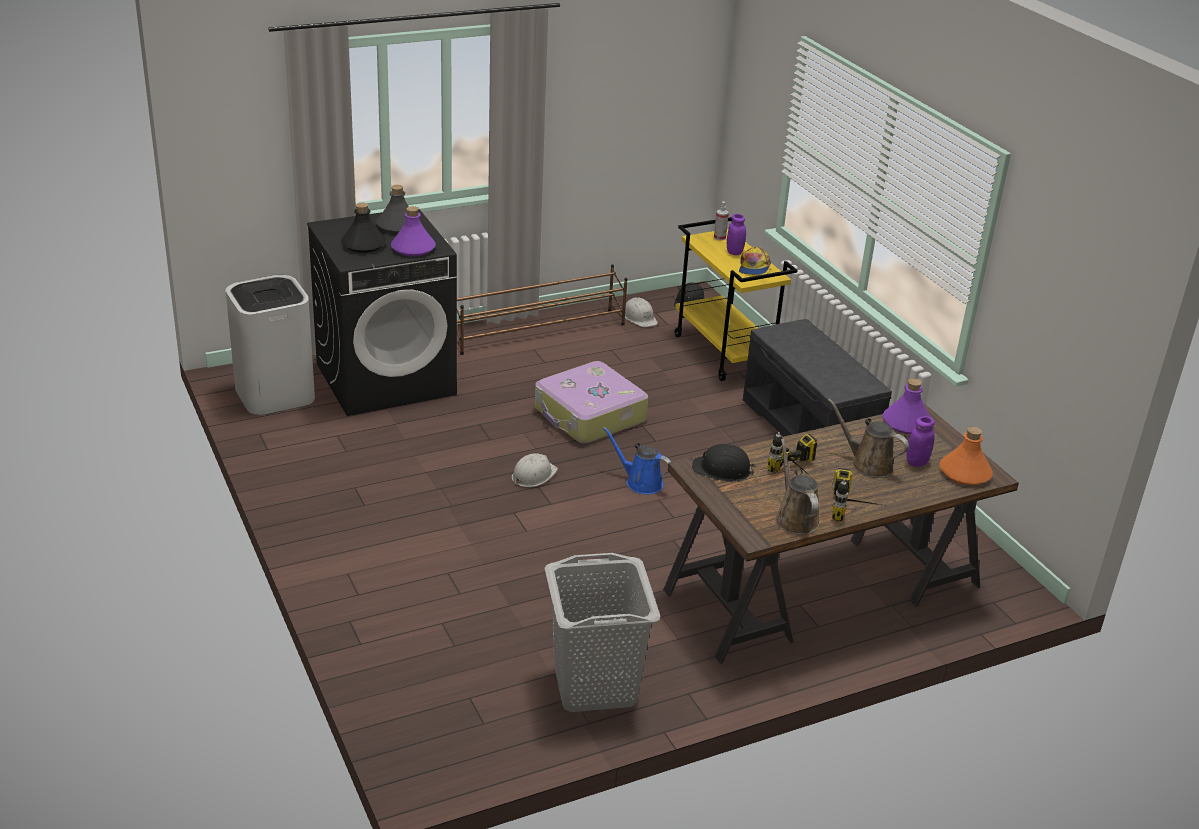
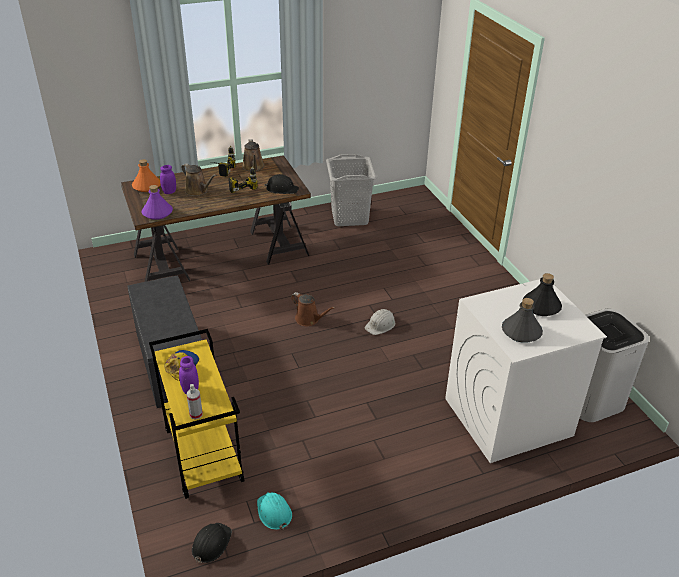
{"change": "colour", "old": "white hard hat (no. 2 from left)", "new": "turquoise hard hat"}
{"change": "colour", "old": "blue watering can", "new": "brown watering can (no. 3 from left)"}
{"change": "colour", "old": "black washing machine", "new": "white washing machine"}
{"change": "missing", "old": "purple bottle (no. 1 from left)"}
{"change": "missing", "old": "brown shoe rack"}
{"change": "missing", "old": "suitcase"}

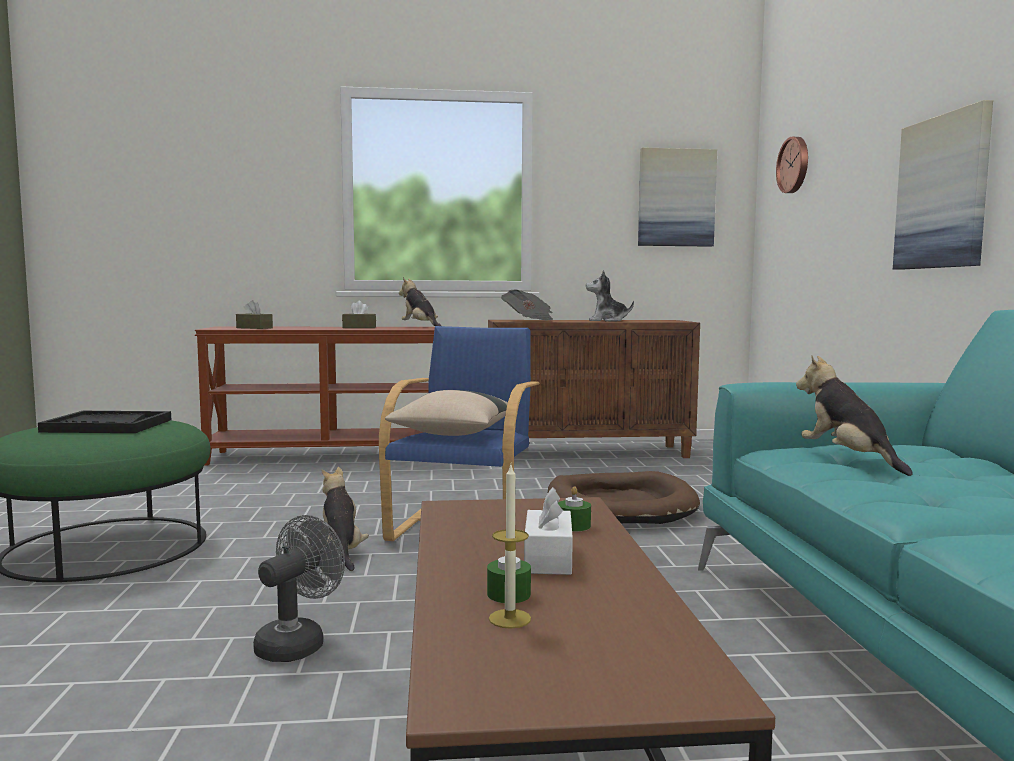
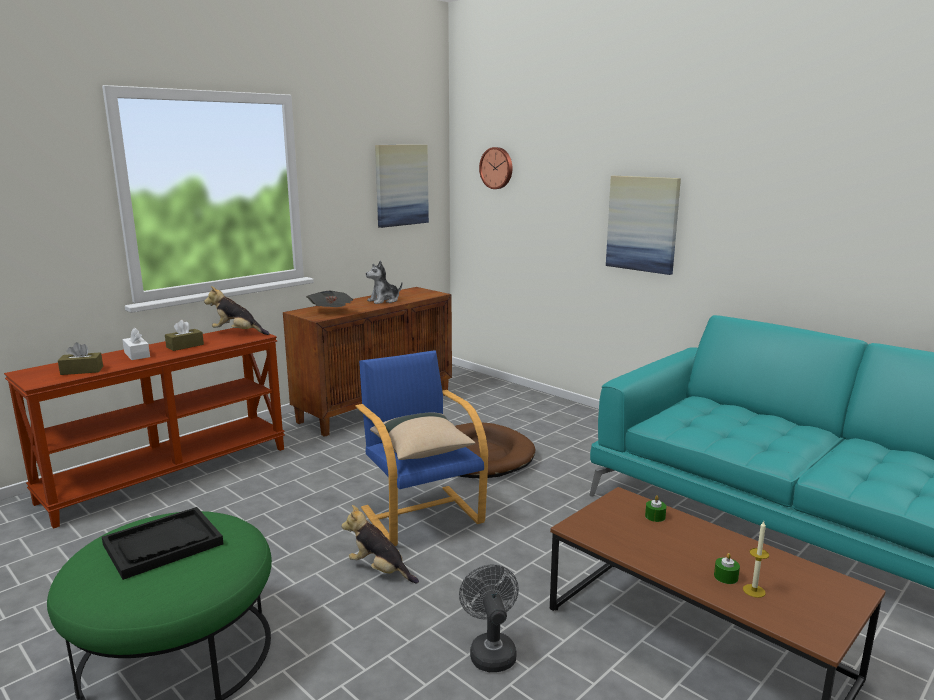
{"change": "relocated", "old": "white tissue box"}
{"change": "missing", "old": "plush toy (no. 4 from left)"}

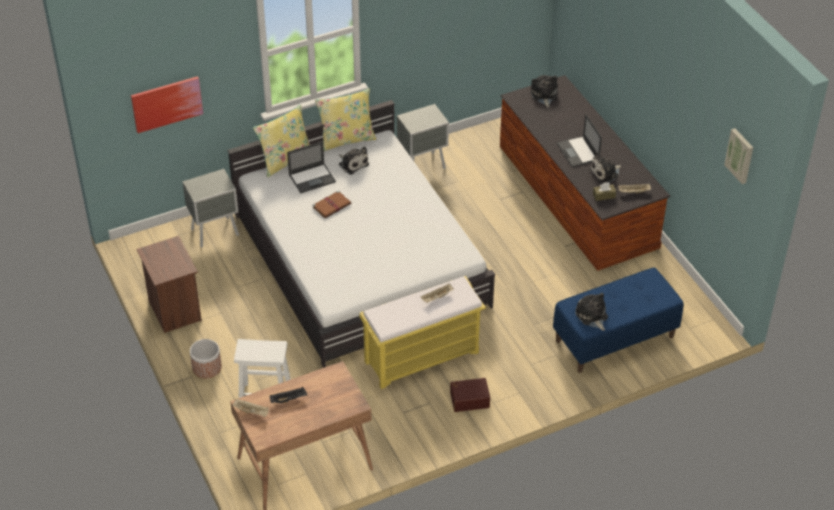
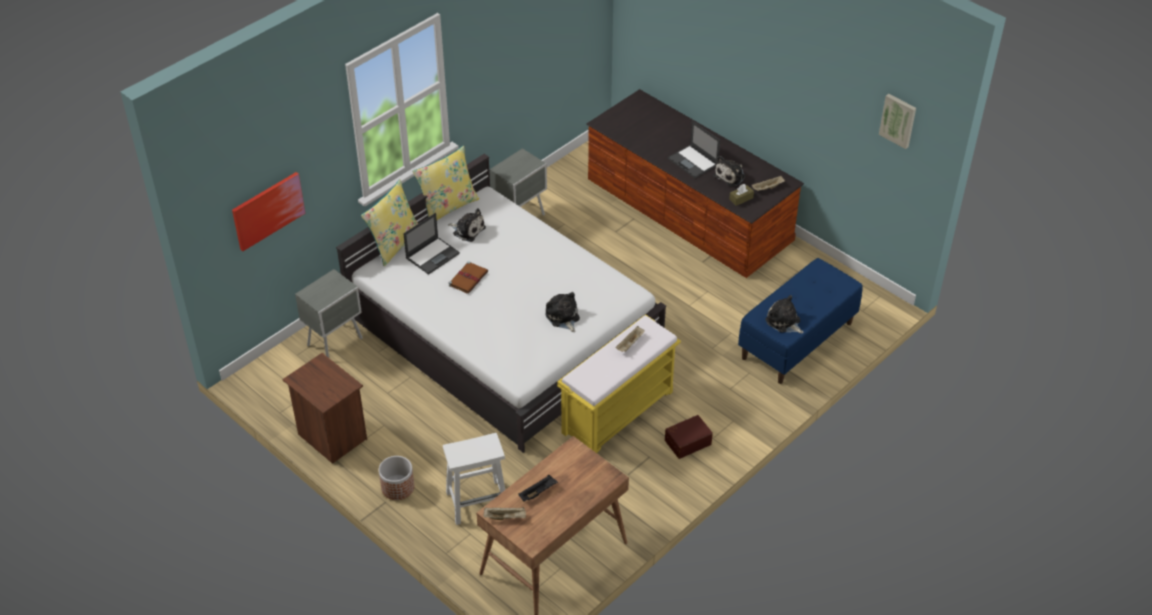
{"change": "relocated", "old": "plush toy (no. 2 from left)"}

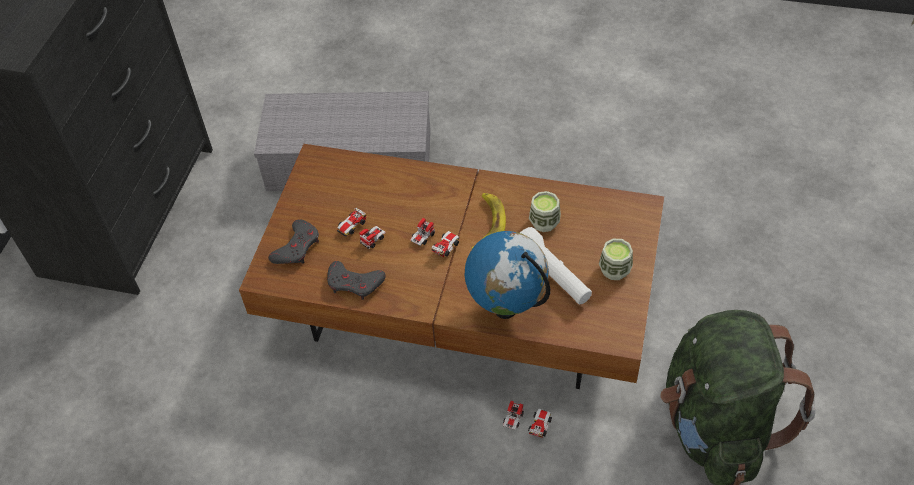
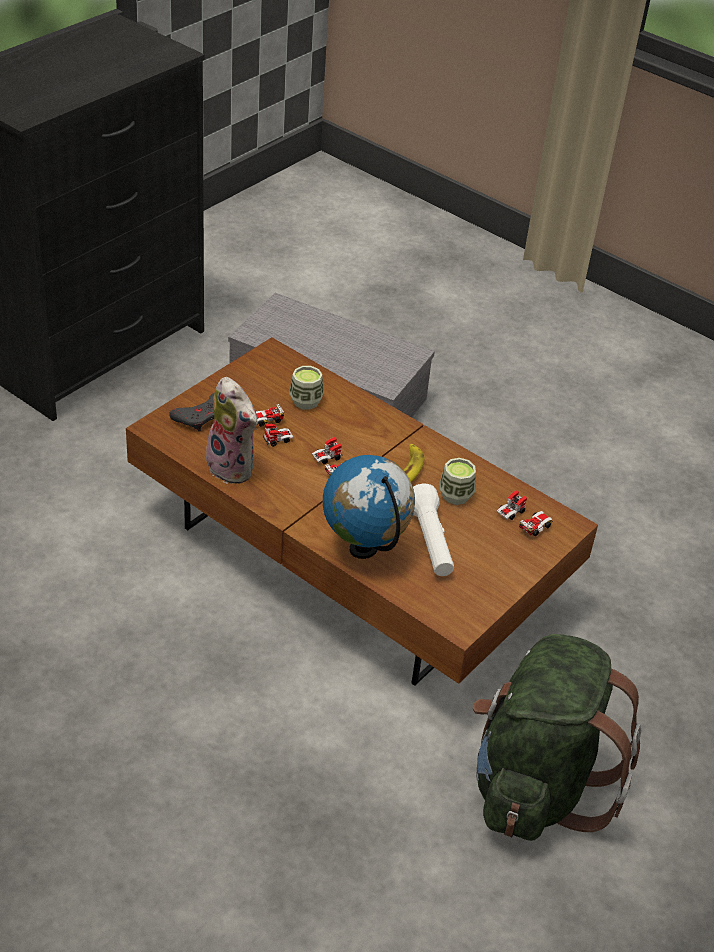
{"change": "exchanged", "old": "grey game controller (no. 2 from left)", "new": "plush toy"}
{"change": "relocated", "old": "cup (no. 2 from left in the first image)", "new": "cup (no. 1 from left)"}
{"change": "relocated", "old": "toy car (no. 3 from left)"}

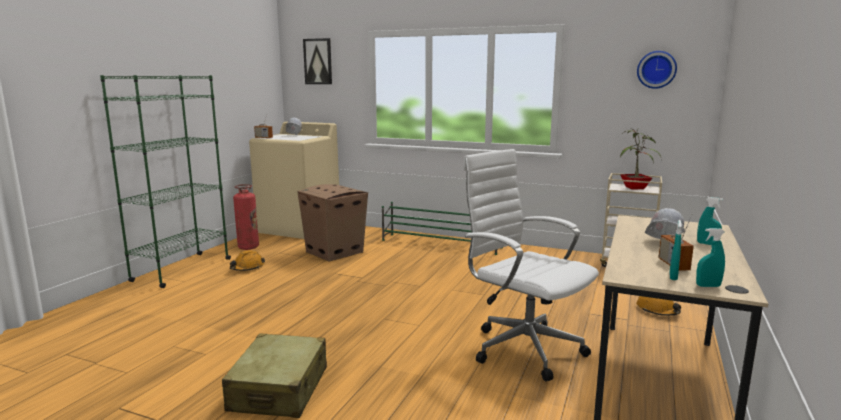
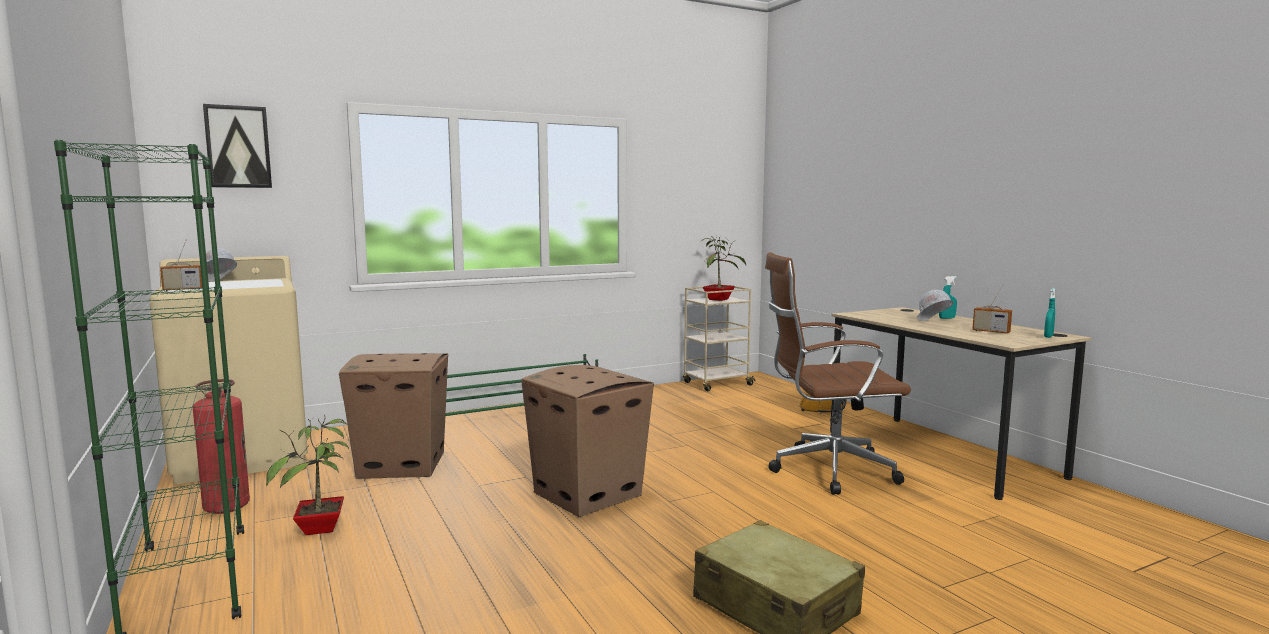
{"change": "exchanged", "old": "orange hard hat (no. 1 from left)", "new": "potted plant (no. 1 from left)"}
{"change": "appeared", "new": "cardboard box (no. 2 from left)"}
{"change": "colour", "old": "white office chair", "new": "brown office chair"}
{"change": "missing", "old": "wall clock"}
{"change": "missing", "old": "turquoise spray bottle (no. 1 from left)"}

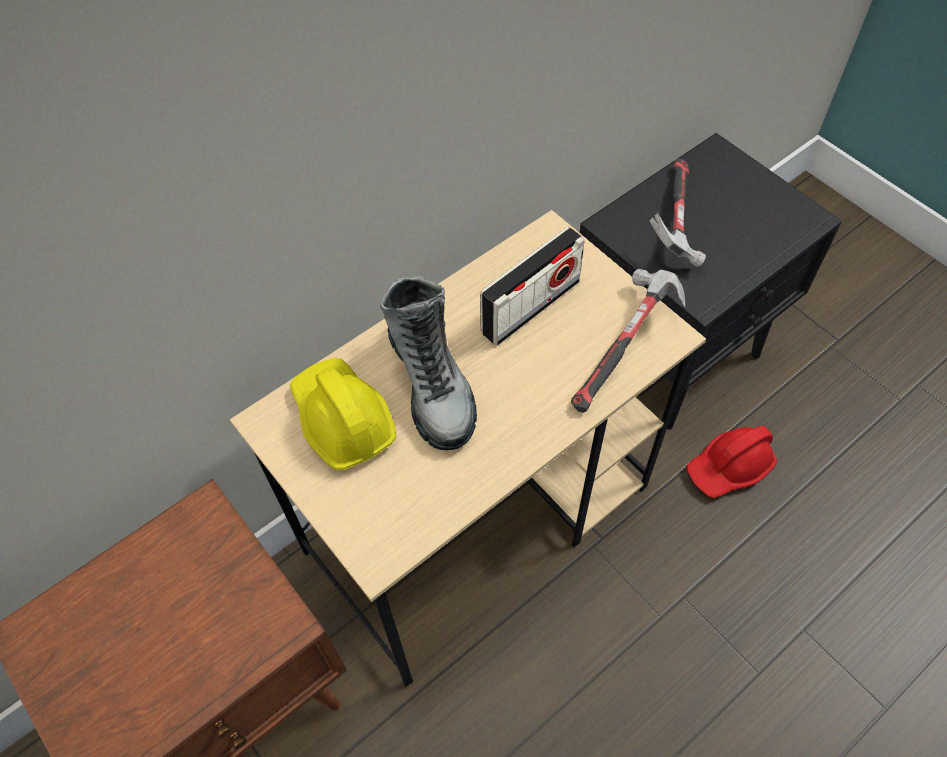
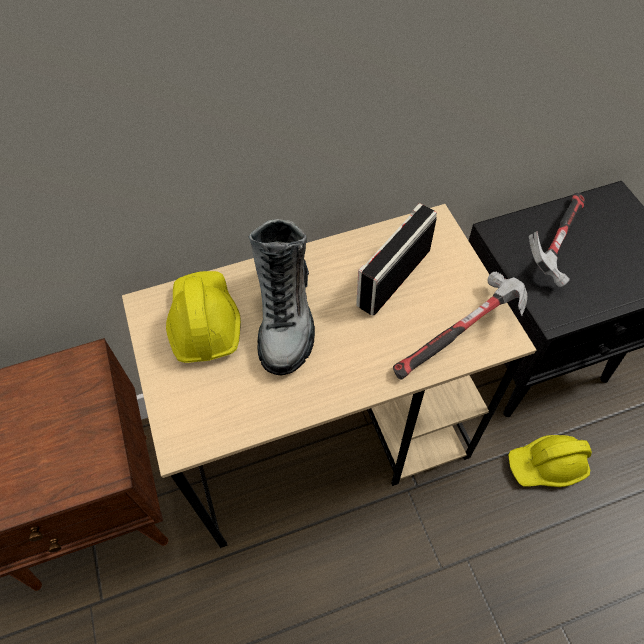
{"change": "spun", "old": "radio", "degrees": 150}
{"change": "colour", "old": "red hard hat", "new": "yellow hard hat (no. 2 from left)"}

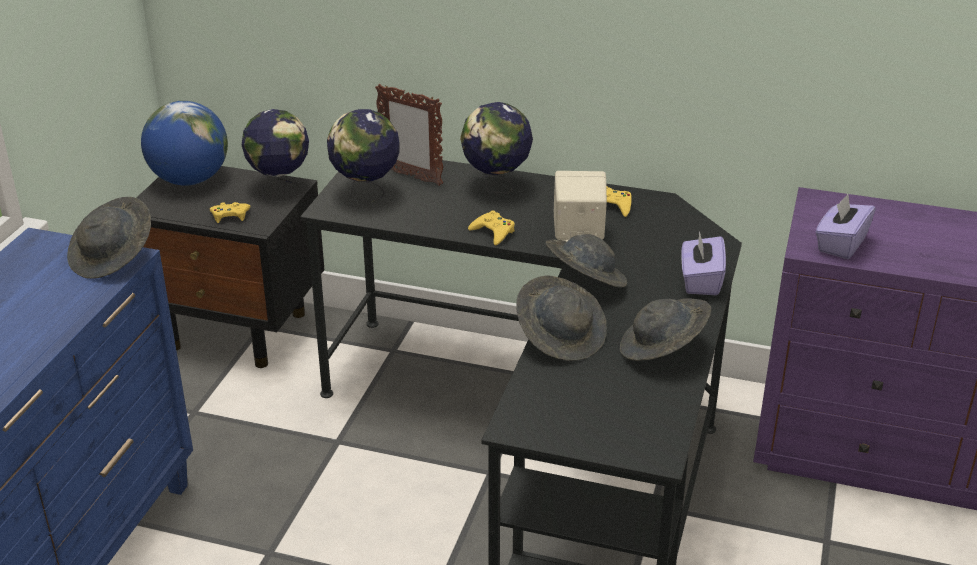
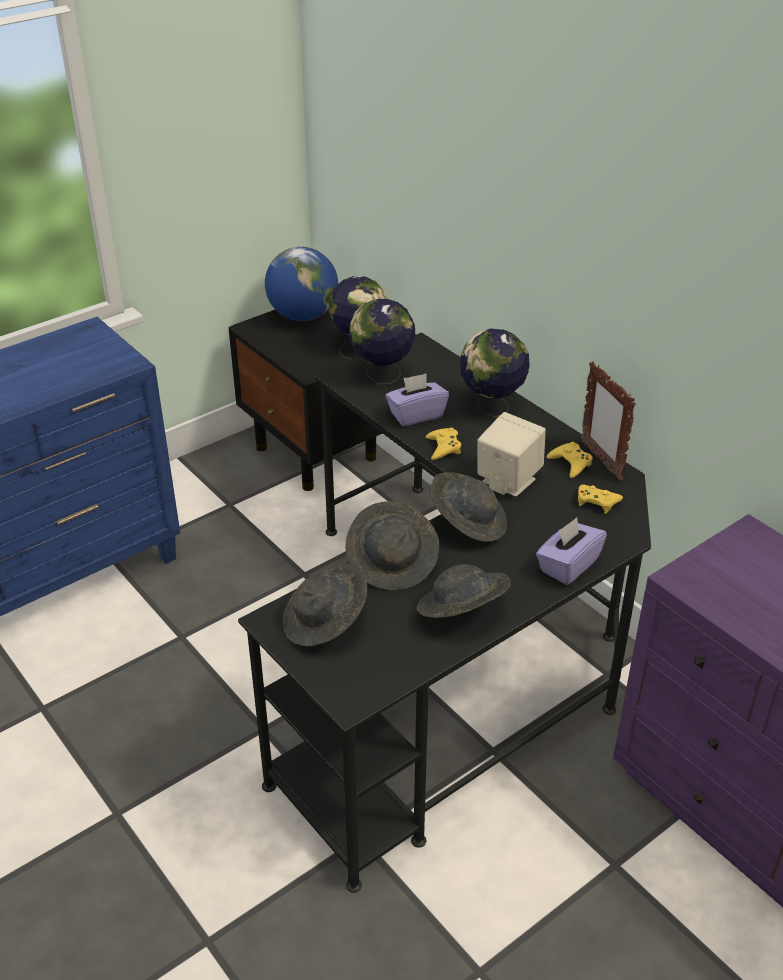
{"change": "relocated", "old": "grey hat (no. 1 from left)"}
{"change": "relocated", "old": "purple tissue box (no. 2 from left in the first image)", "new": "purple tissue box (no. 1 from left)"}
{"change": "relocated", "old": "yellow game controller (no. 1 from left in the first image)", "new": "yellow game controller (no. 3 from left)"}
{"change": "relocated", "old": "picture frame"}

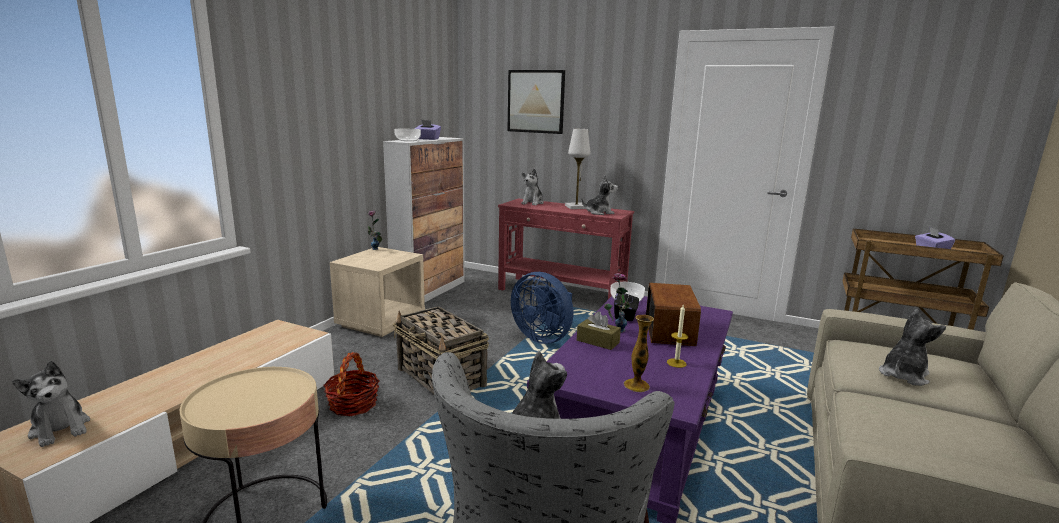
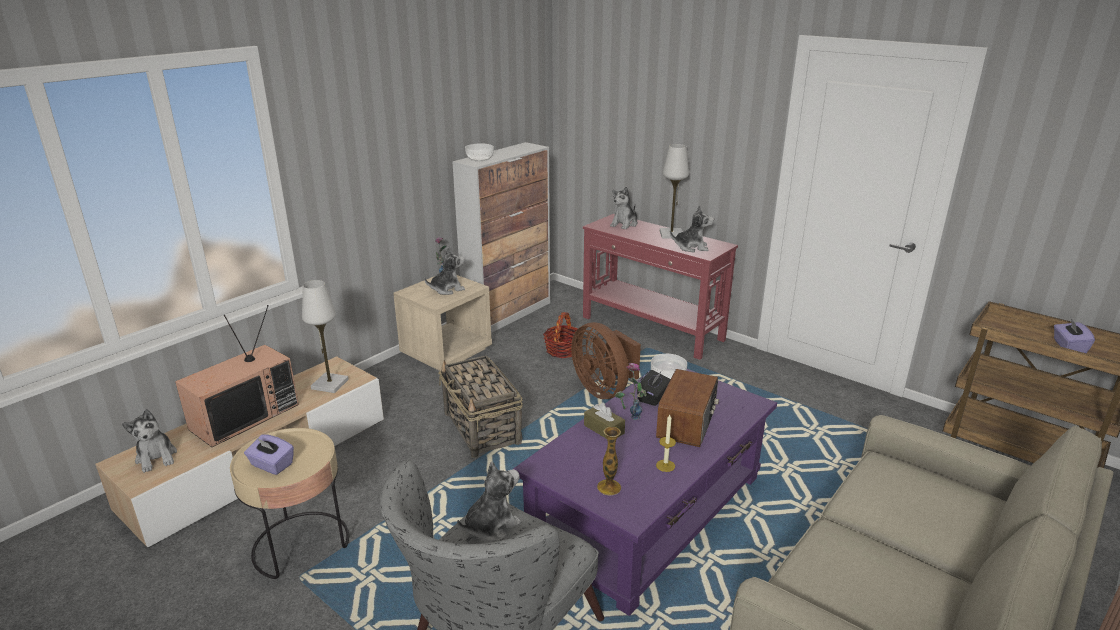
{"change": "appeared", "new": "television"}
{"change": "relocated", "old": "purple tissue box (no. 1 from left)"}
{"change": "appeared", "new": "white table lamp (no. 1 from left)"}
{"change": "relocated", "old": "plush toy (no. 5 from left in the first image)", "new": "plush toy (no. 2 from left)"}
{"change": "relocated", "old": "basket (no. 1 from left in the first image)", "new": "basket (no. 2 from left)"}
{"change": "colour", "old": "blue fan", "new": "brown fan"}
{"change": "missing", "old": "picture"}

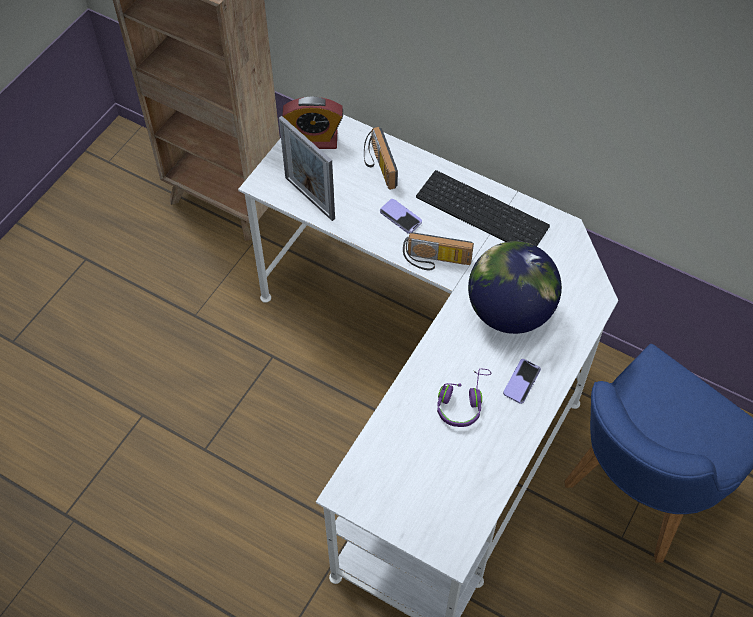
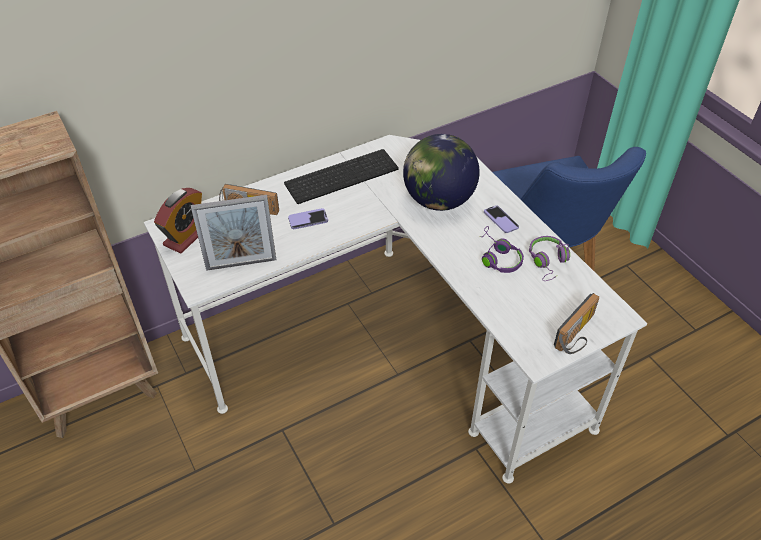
{"change": "appeared", "new": "purple headphones (no. 2 from left)"}
{"change": "relocated", "old": "radio (no. 2 from left)"}

